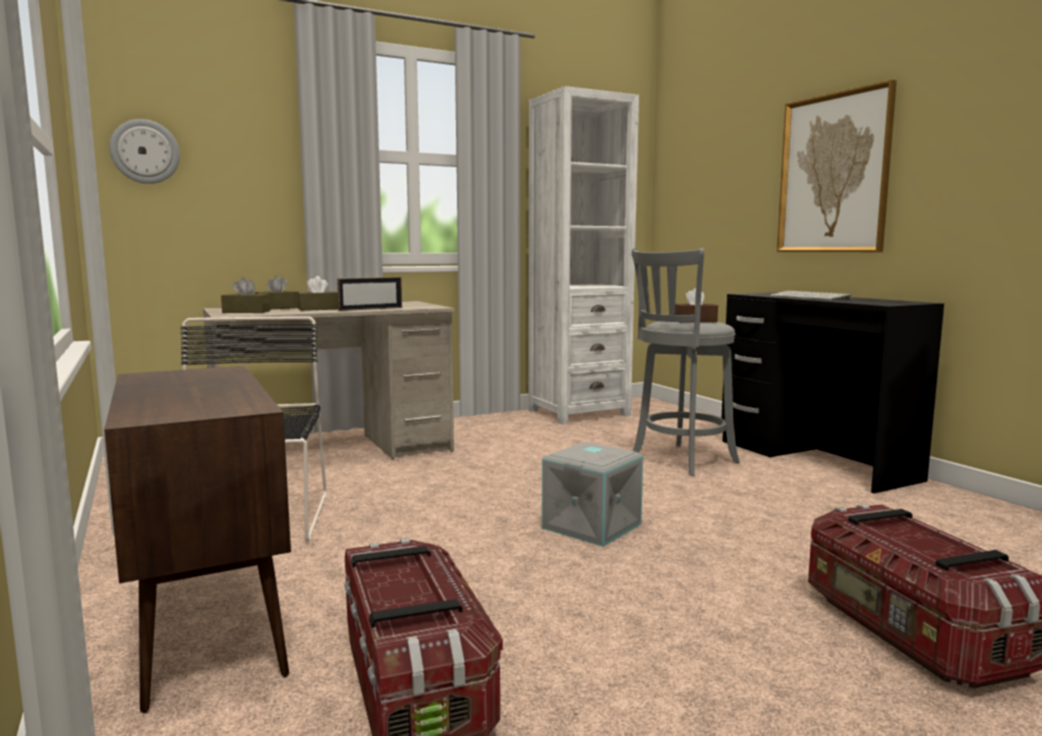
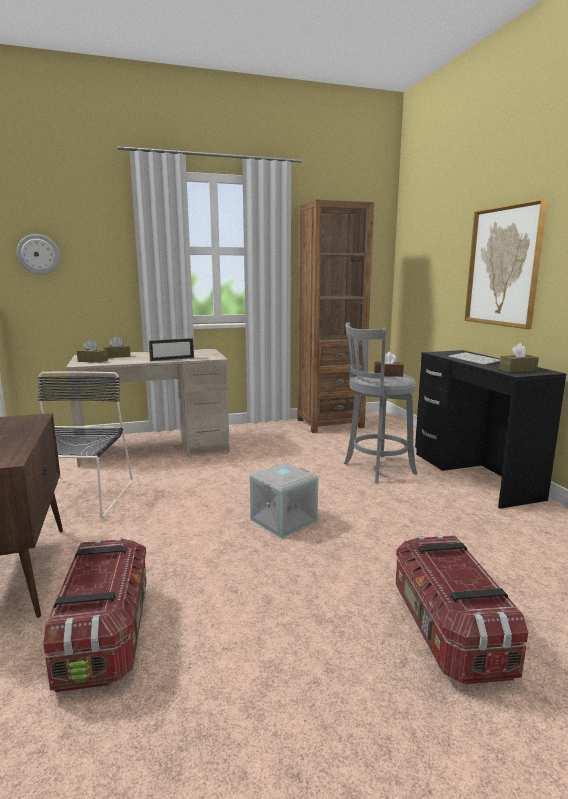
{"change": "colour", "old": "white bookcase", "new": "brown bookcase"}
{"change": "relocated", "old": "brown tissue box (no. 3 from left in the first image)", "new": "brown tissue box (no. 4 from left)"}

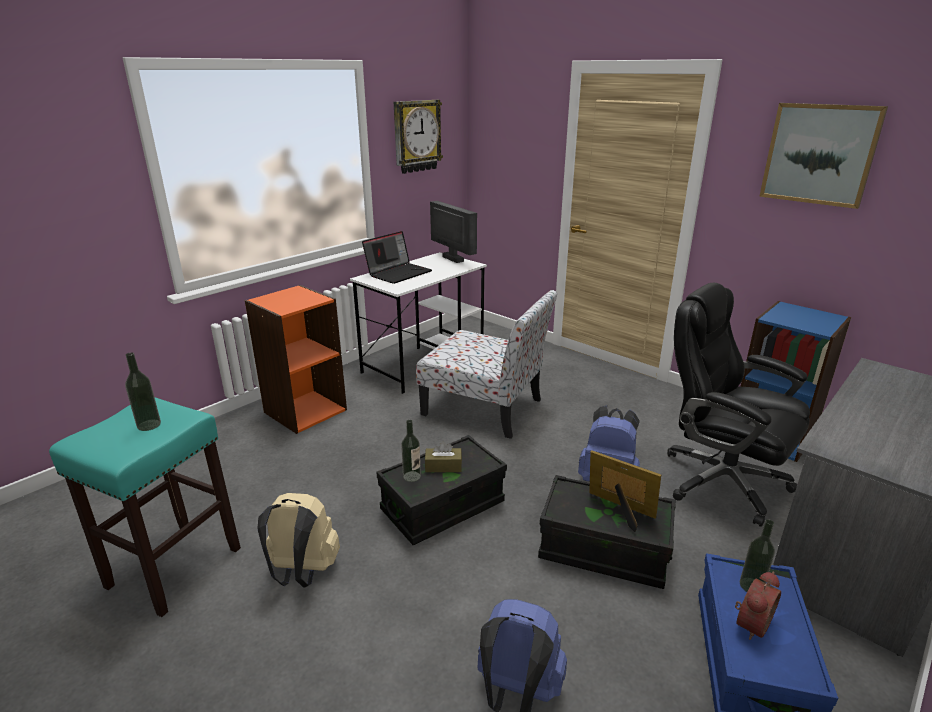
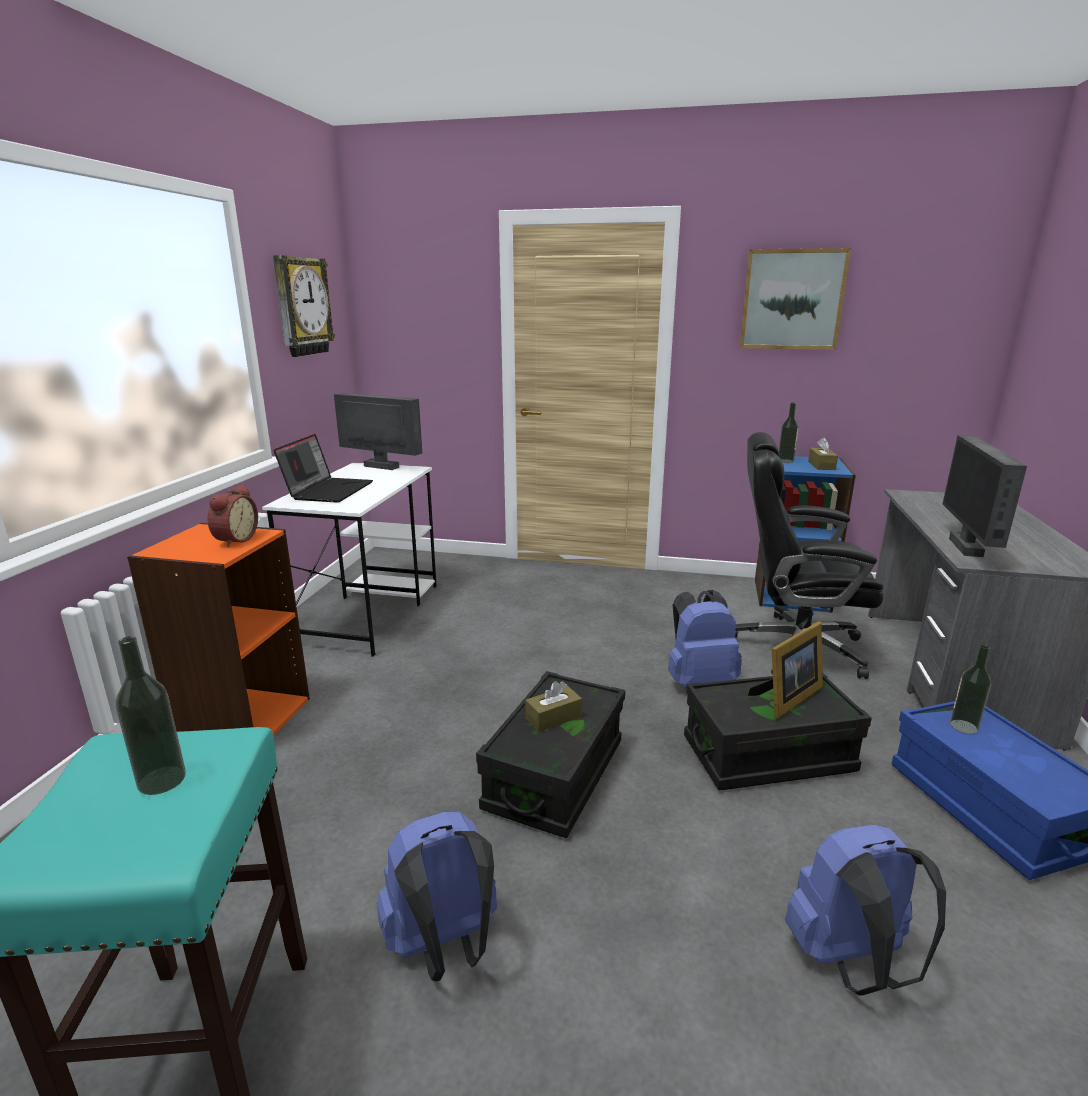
{"change": "relocated", "old": "alarm clock"}
{"change": "colour", "old": "beige backpack", "new": "blue backpack (no. 1 from left)"}
{"change": "spun", "old": "picture frame", "degrees": 135}
{"change": "relocated", "old": "bottle (no. 2 from left)"}
{"change": "appeared", "new": "brown tissue box (no. 2 from left)"}
{"change": "appeared", "new": "monitor (no. 2 from left)"}
{"change": "missing", "old": "chair"}

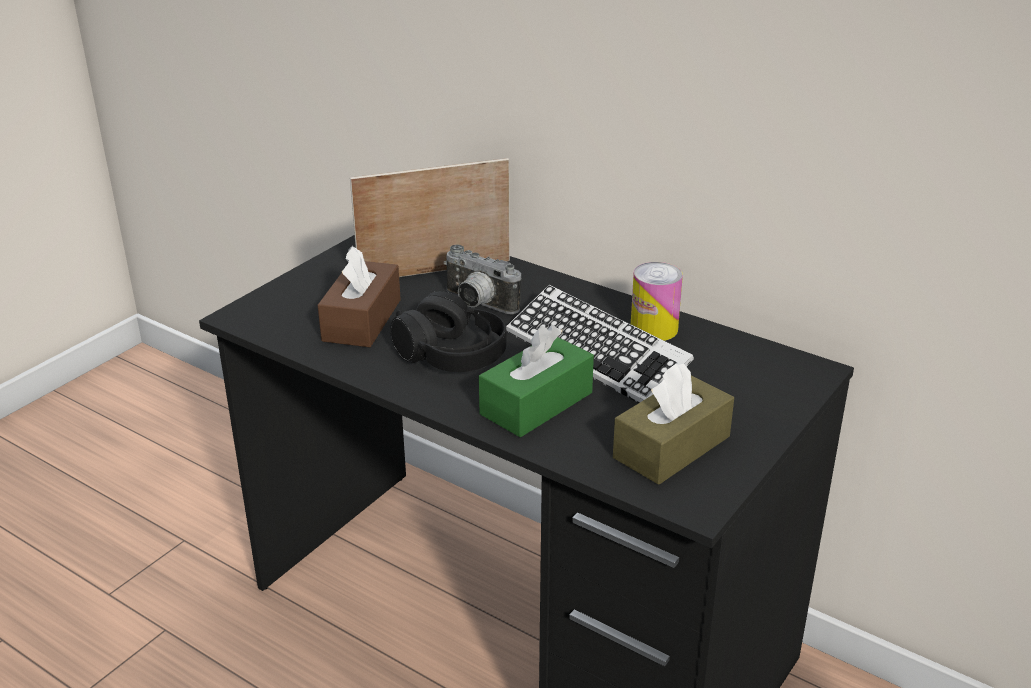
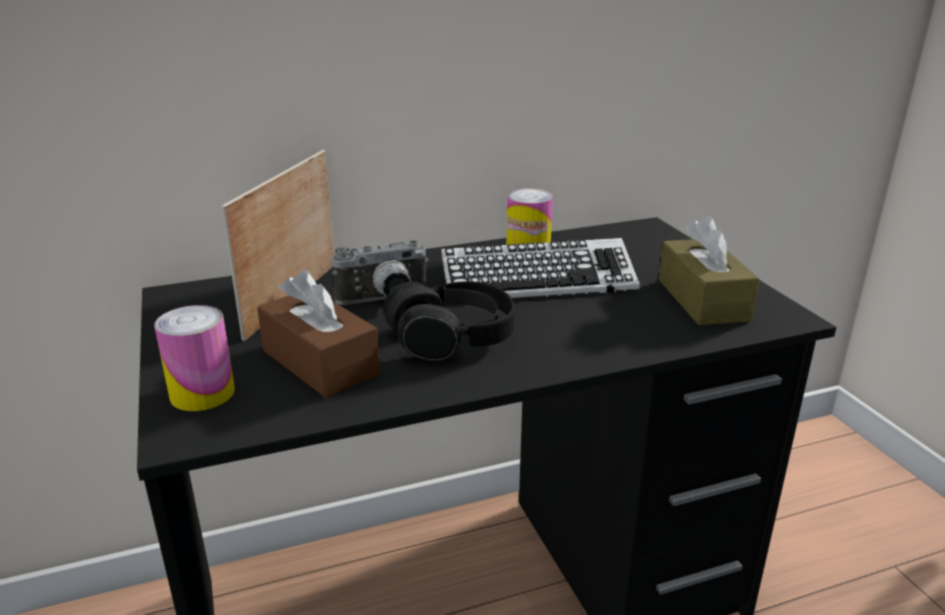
{"change": "appeared", "new": "can (no. 1 from left)"}
{"change": "missing", "old": "green tissue box"}

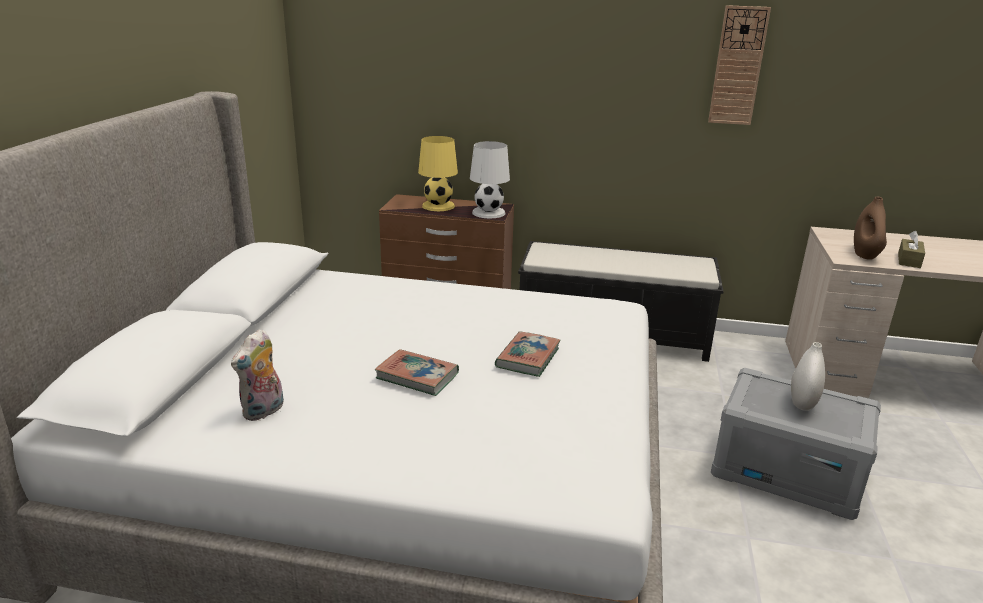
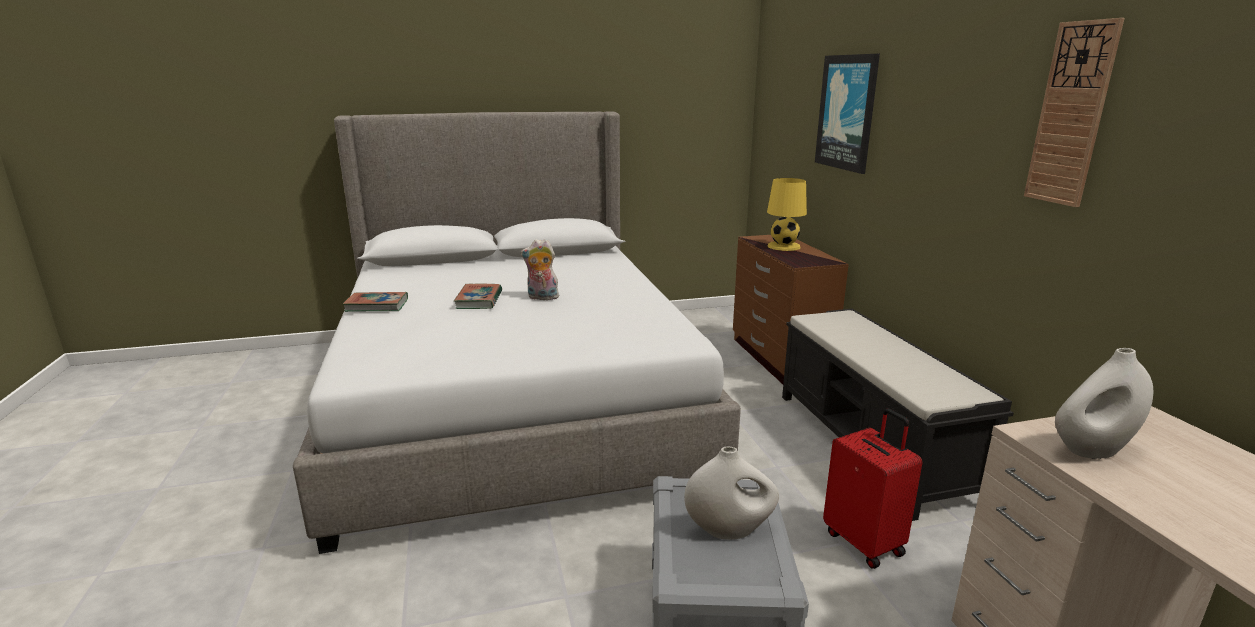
{"change": "relocated", "old": "book (no. 2 from left in the first image)", "new": "book (no. 1 from left)"}
{"change": "relocated", "old": "plush toy"}
{"change": "appeared", "new": "picture"}
{"change": "appeared", "new": "red suitcase"}
{"change": "colour", "old": "brown vase", "new": "white vase (no. 2 from left)"}
{"change": "missing", "old": "white table lamp"}
{"change": "missing", "old": "brown tissue box"}

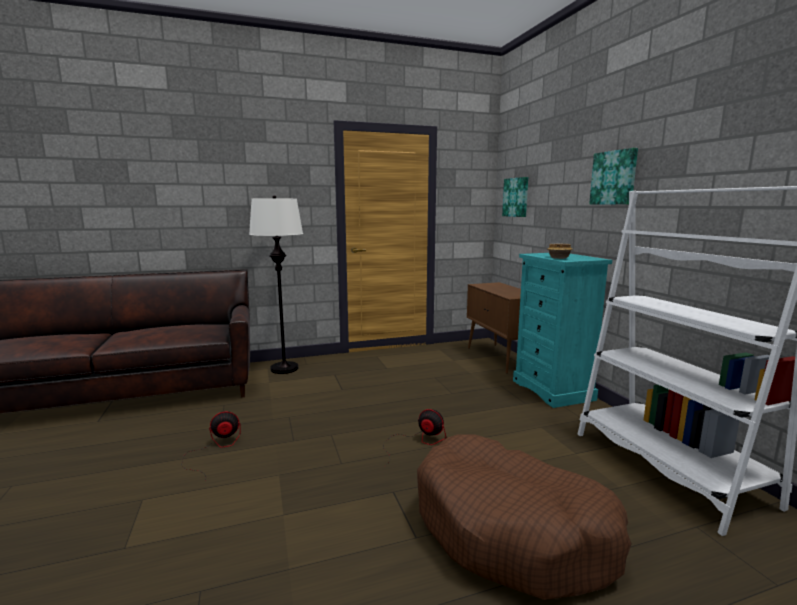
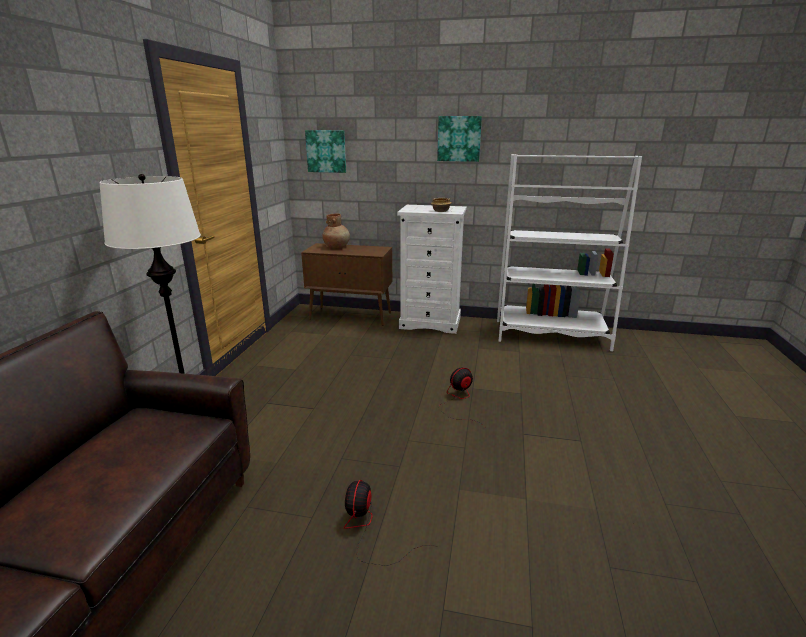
{"change": "appeared", "new": "brown vase"}
{"change": "colour", "old": "turquoise dresser", "new": "white dresser"}
{"change": "missing", "old": "brown dog bed"}

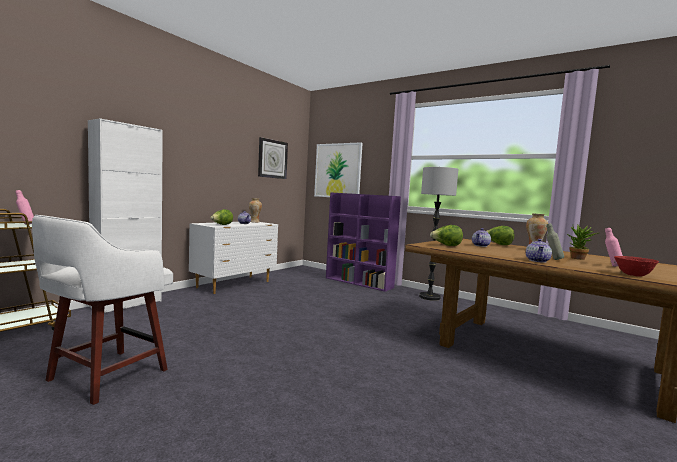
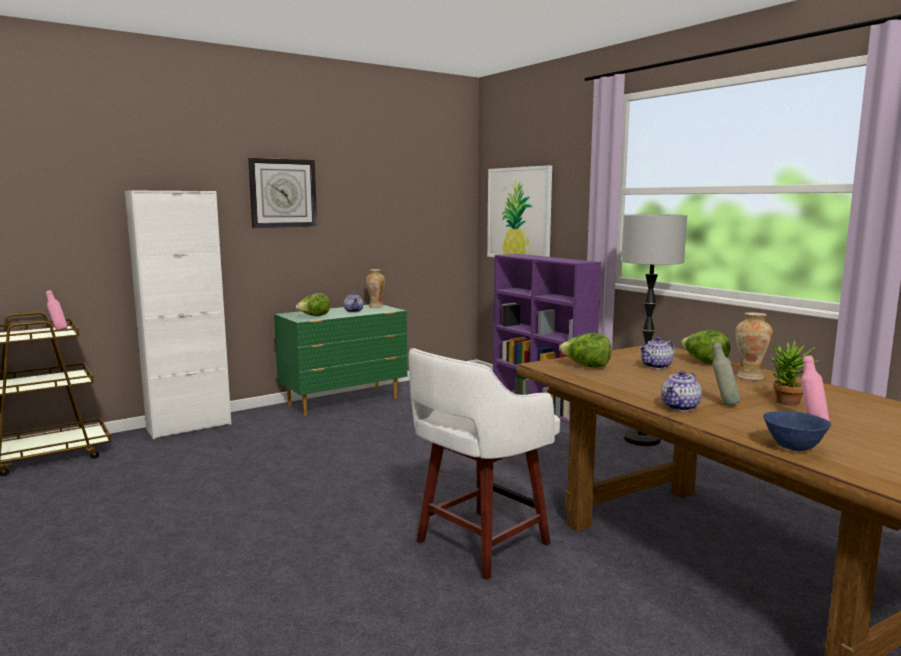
{"change": "relocated", "old": "wall clock"}
{"change": "colour", "old": "white dresser", "new": "green dresser"}
{"change": "relocated", "old": "white stool"}
{"change": "colour", "old": "red bowl", "new": "blue bowl"}

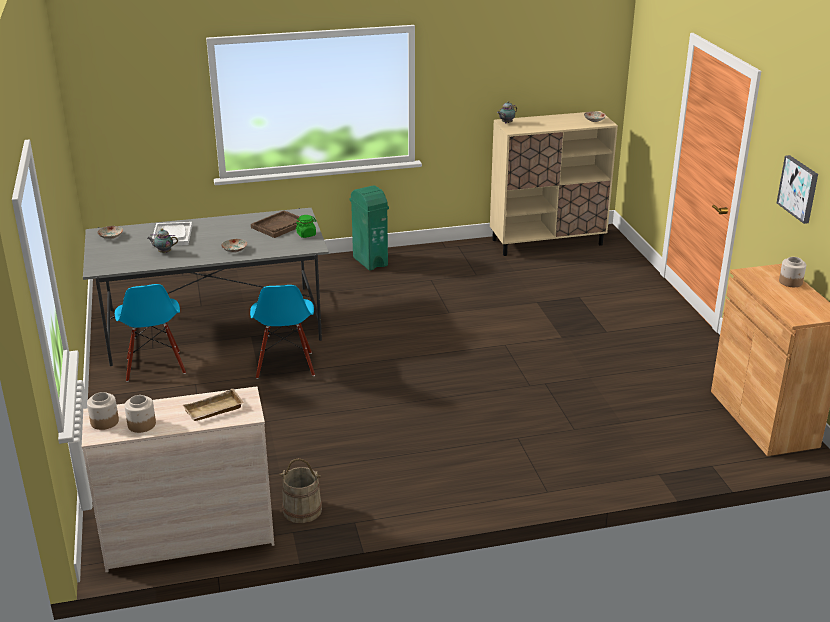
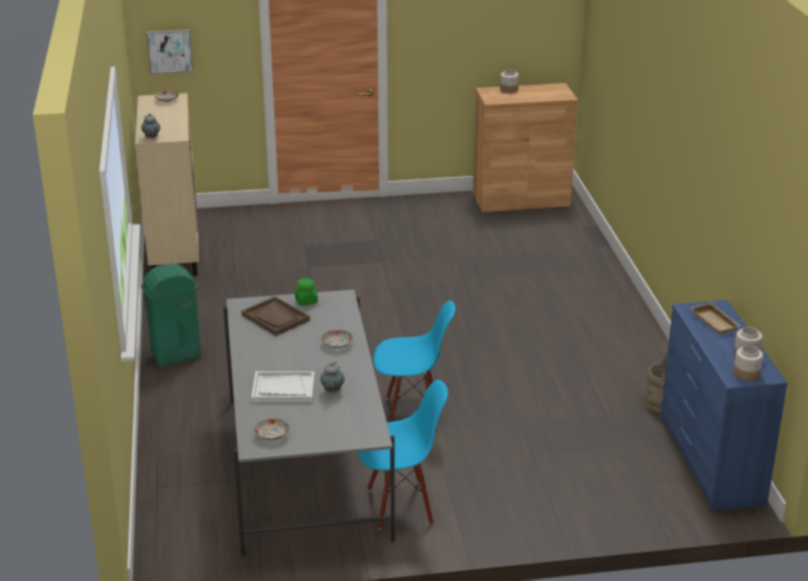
{"change": "relocated", "old": "picture"}
{"change": "colour", "old": "beige dresser", "new": "blue dresser"}

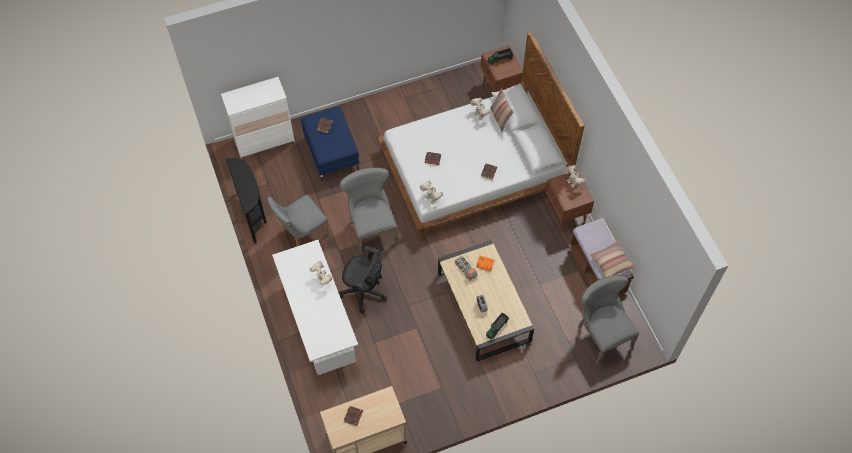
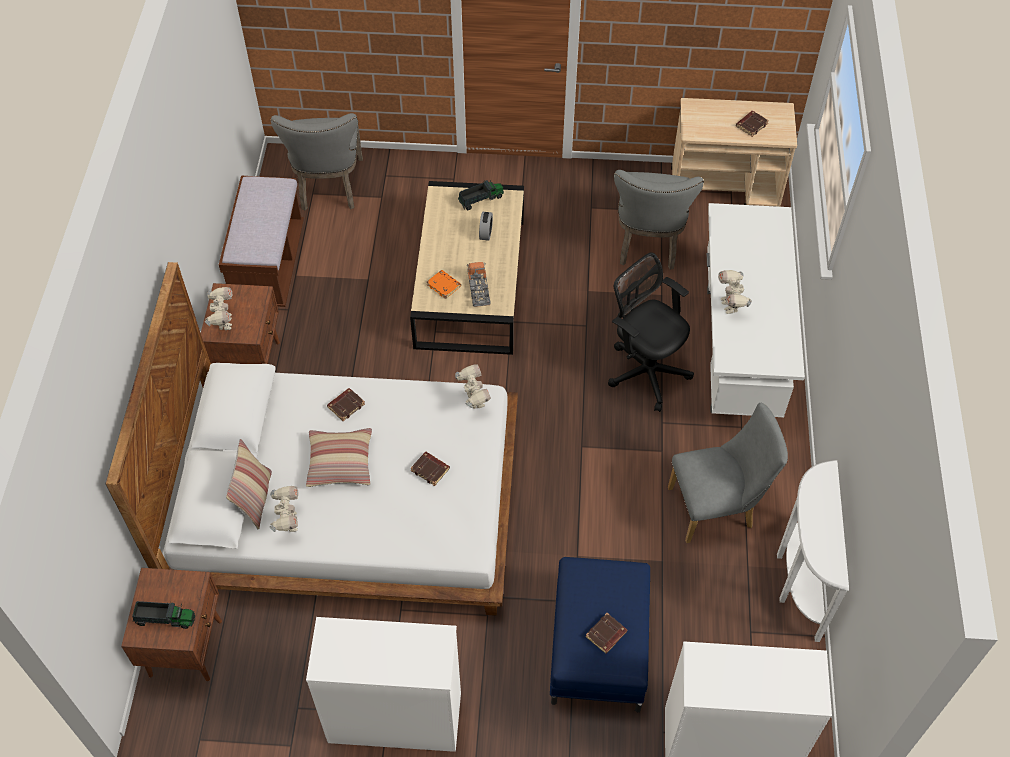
{"change": "relocated", "old": "pillow (no. 2 from left)"}
{"change": "appeared", "new": "white dresser (no. 1 from left)"}
{"change": "relocated", "old": "grey chair (no. 2 from left)"}
{"change": "colour", "old": "black console table", "new": "white console table"}

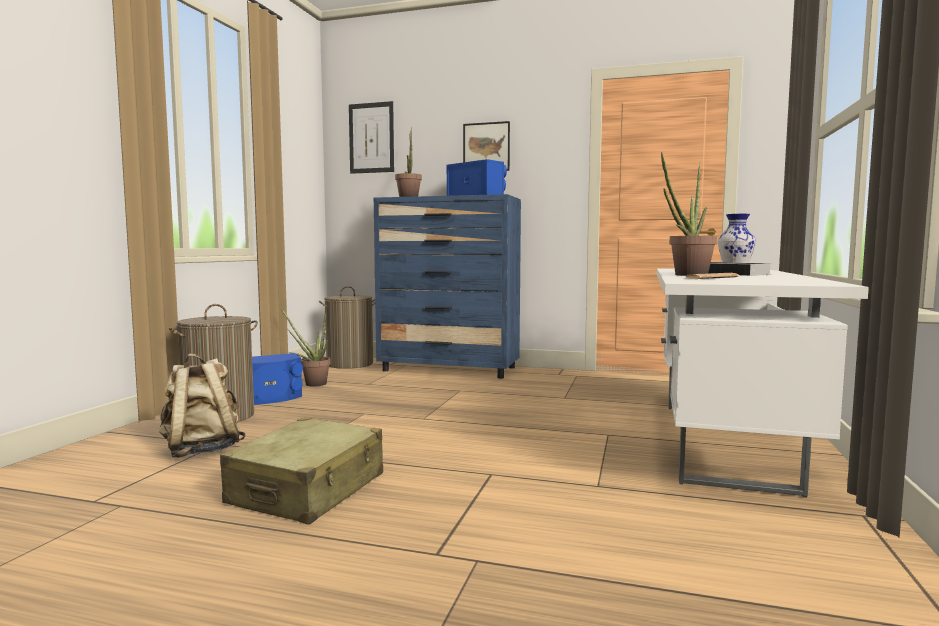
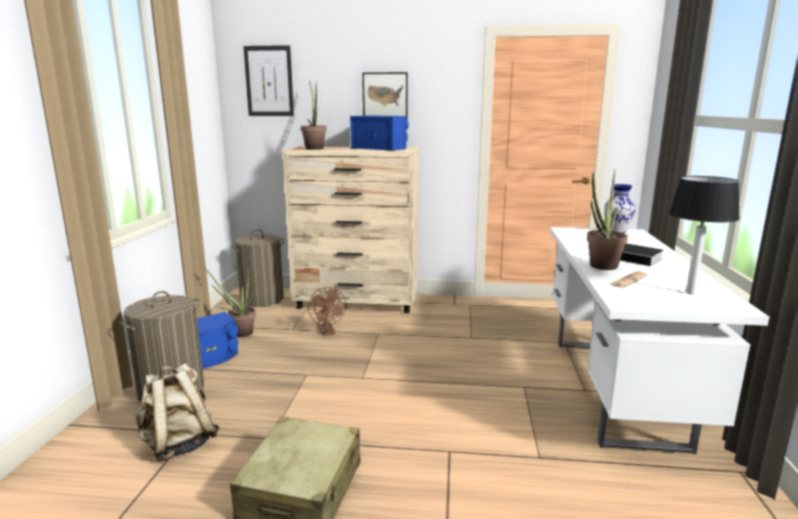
{"change": "colour", "old": "blue dresser", "new": "beige dresser"}
{"change": "appeared", "new": "brown fan"}
{"change": "appeared", "new": "table lamp"}

